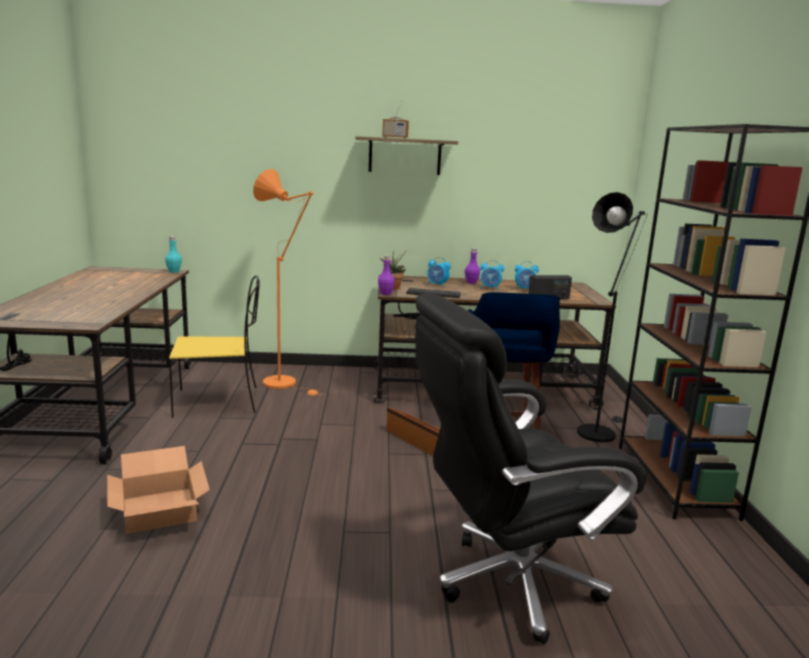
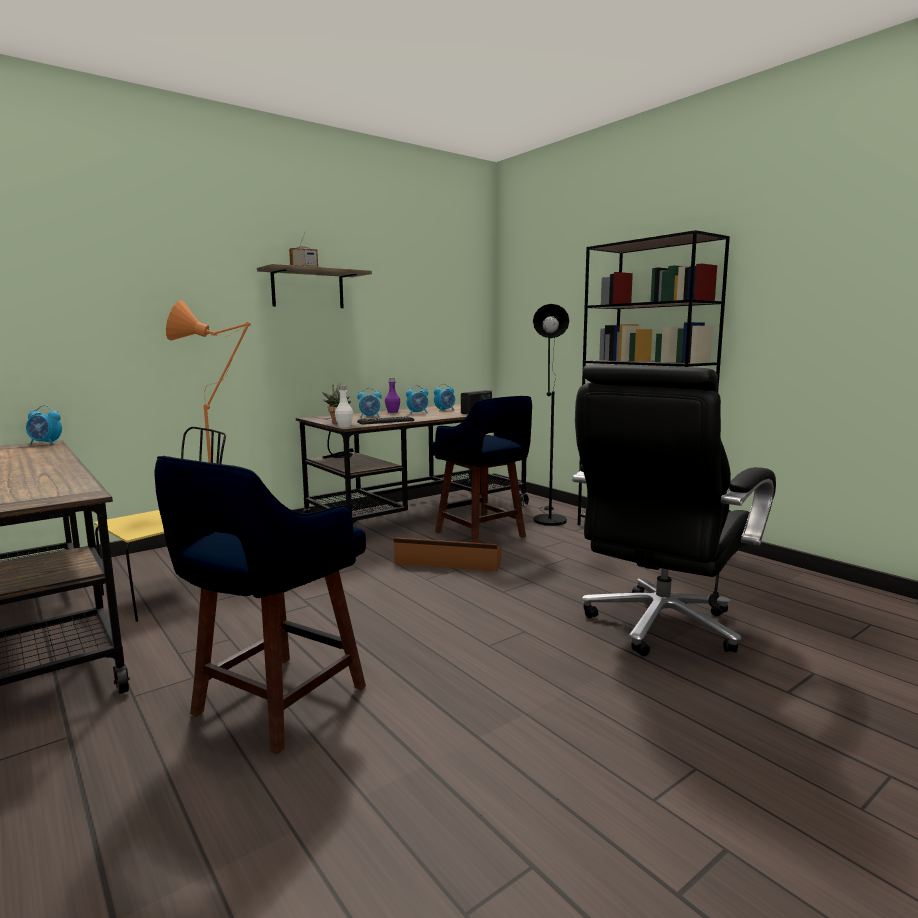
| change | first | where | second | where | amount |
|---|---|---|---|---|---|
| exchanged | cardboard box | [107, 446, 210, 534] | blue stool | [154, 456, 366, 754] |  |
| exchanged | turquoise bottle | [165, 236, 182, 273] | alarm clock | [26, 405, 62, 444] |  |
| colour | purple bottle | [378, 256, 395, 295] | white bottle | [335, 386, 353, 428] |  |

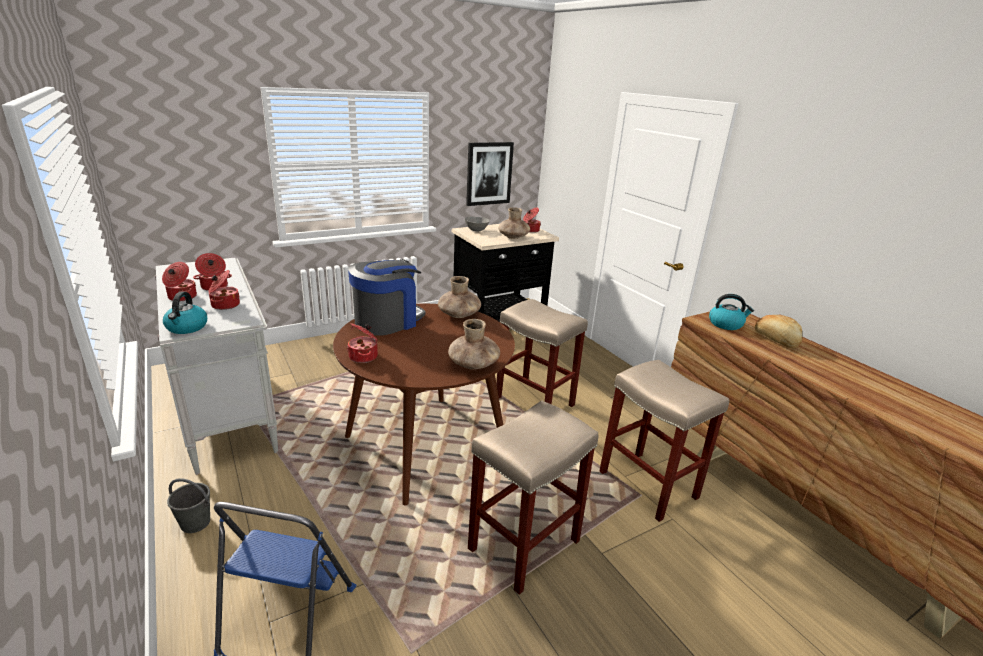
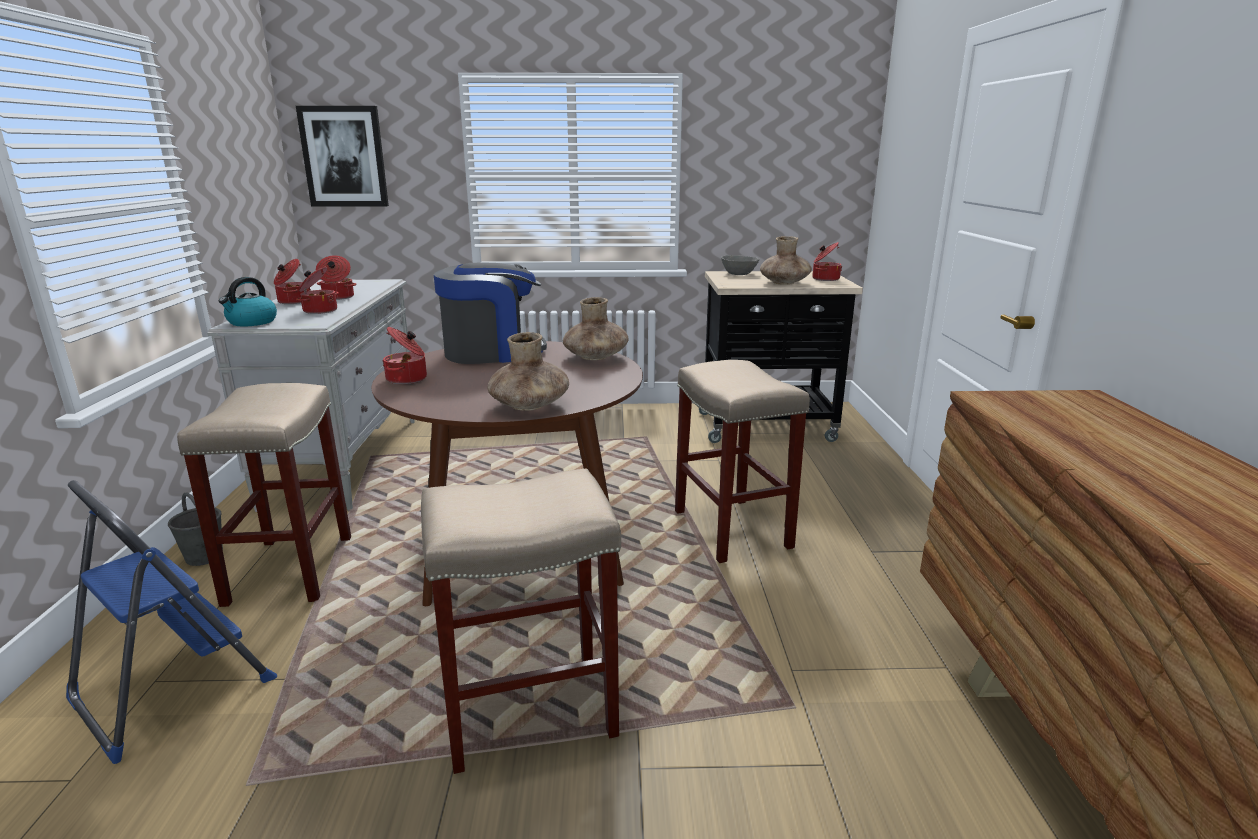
| change | first | where | second | where | amount |
|---|---|---|---|---|---|
| relocated | picture | [466, 142, 514, 206] |  | [296, 106, 389, 207] |  |
| relocated | beige stool | [600, 360, 729, 522] |  | [177, 383, 351, 607] |  |
| missing | kettle | [709, 294, 754, 330] |  |  |  |
| missing | bread | [755, 315, 802, 348] |  |  |  |

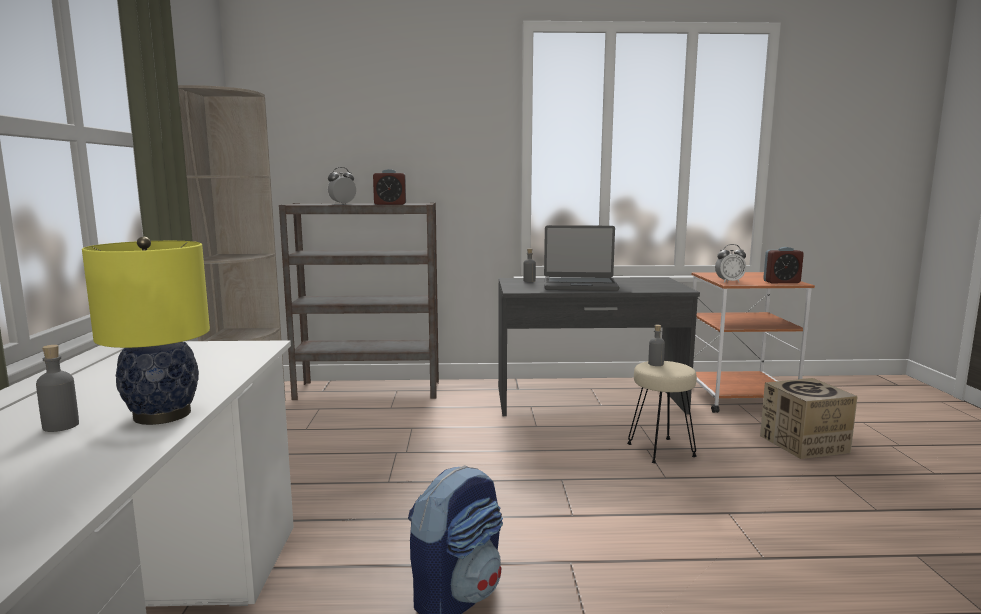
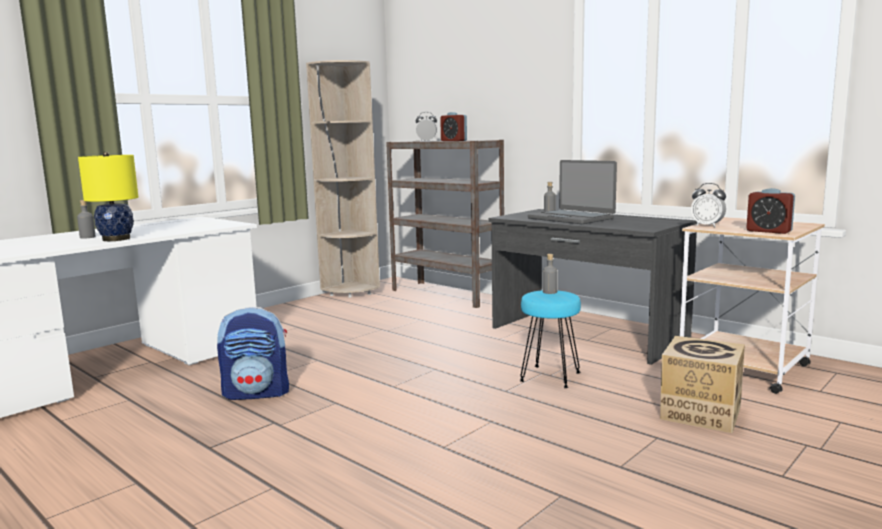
| change | first | where | second | where | amount |
|---|---|---|---|---|---|
| colour | beige stool | [627, 361, 697, 463] | turquoise stool | [520, 290, 581, 388] |  |
| colour | orange cart | [692, 272, 815, 413] | beige cart | [680, 217, 825, 394] |  |

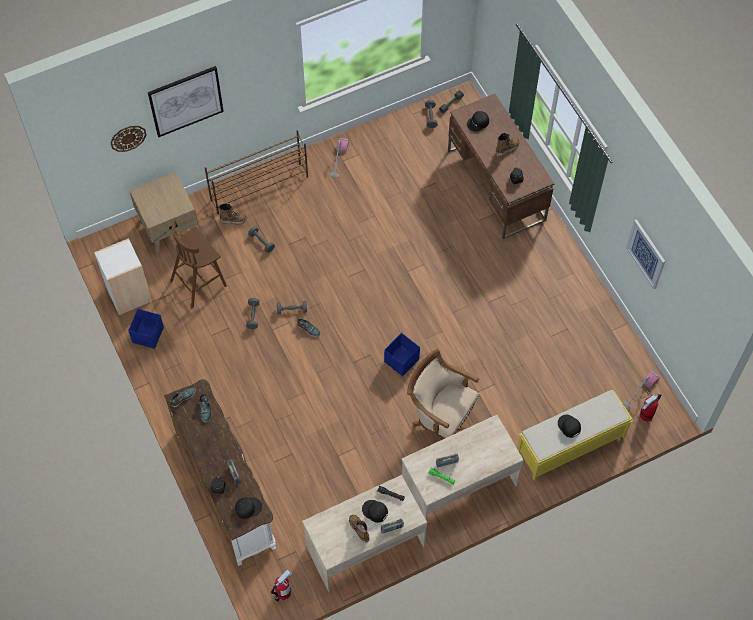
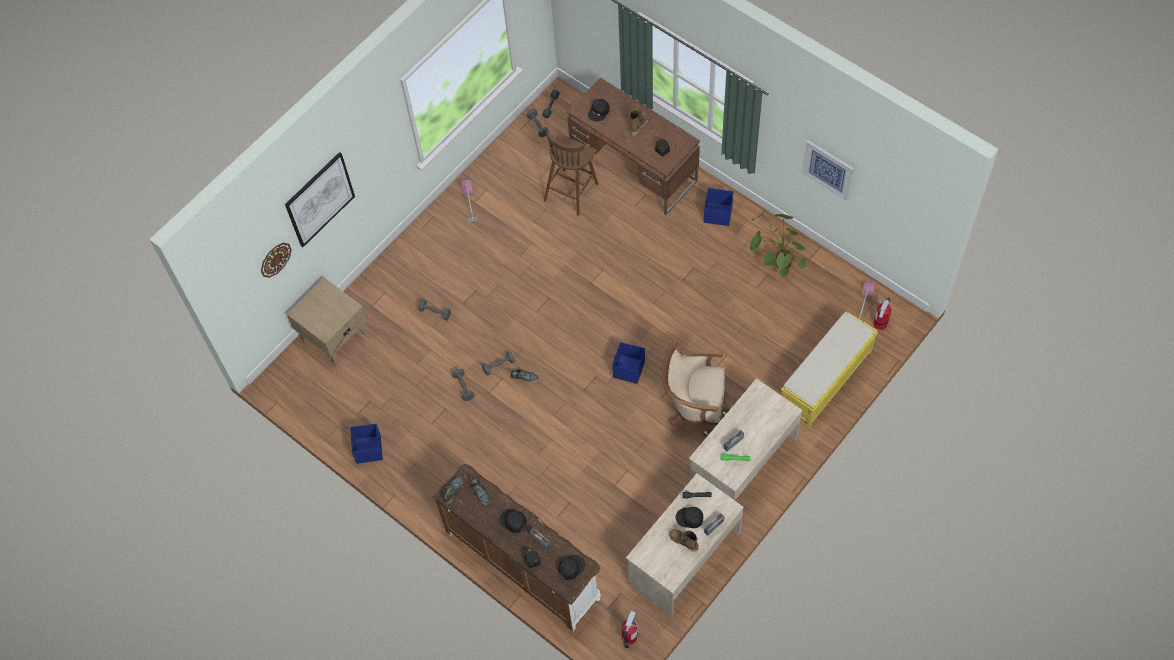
| change | first | where | second | where | amount |
|---|---|---|---|---|---|
| missing | bookcase | [94, 238, 152, 315] |  |  |  |
| relocated | brown stool | [170, 220, 227, 308] |  | [544, 129, 599, 216] |  |
| missing | brown shoe rack | [205, 130, 308, 214] |  |  |  |
| missing | boot | [218, 203, 247, 225] |  |  |  |
| relocated | black cap | [558, 415, 581, 438] |  | [500, 509, 527, 533] |  |
| appeared |  |  | blue storage box | [704, 188, 734, 226] |  |
| appeared |  |  | potted plant | [750, 210, 807, 277] |  |

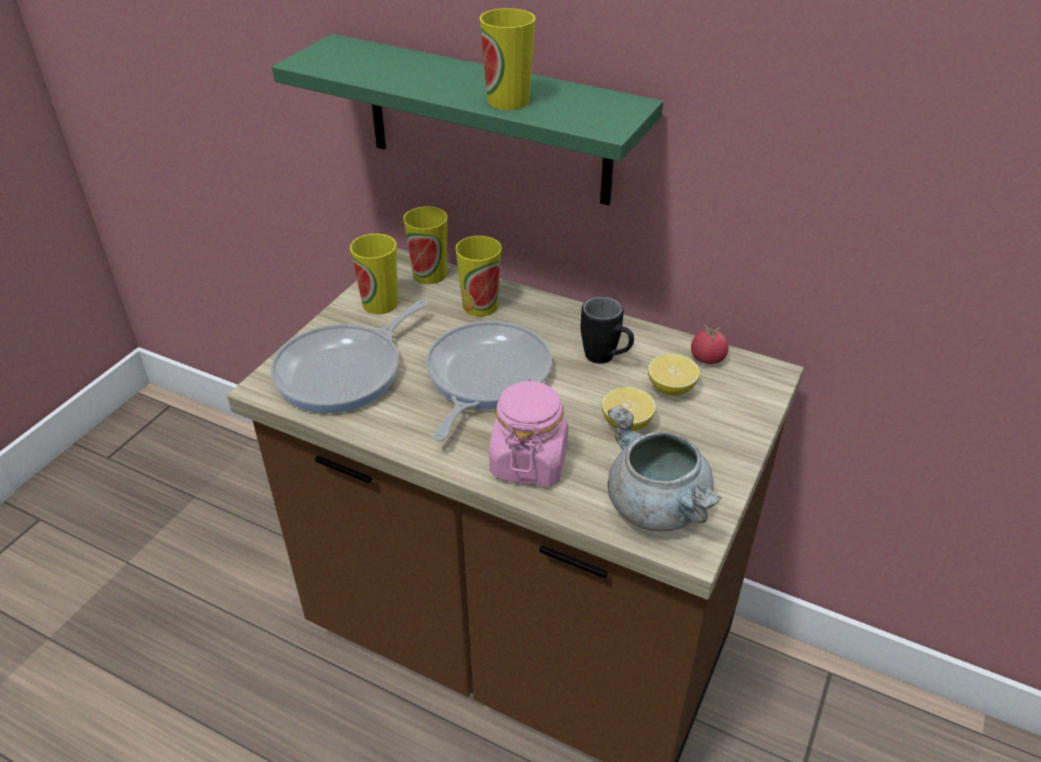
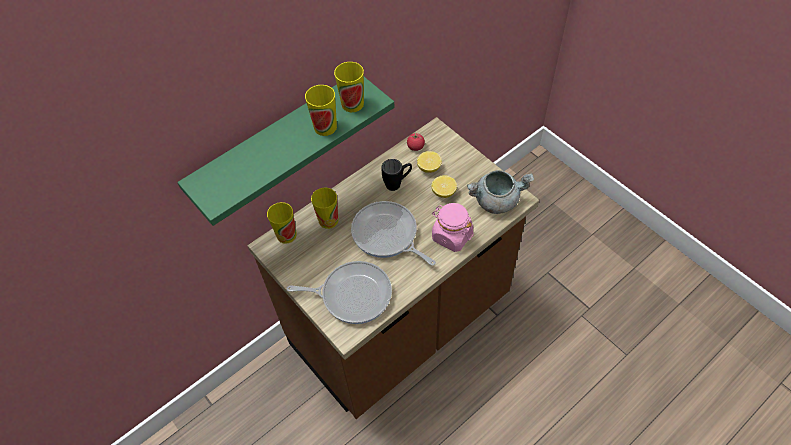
| change | first | where | second | where | amount |
|---|---|---|---|---|---|
| spun | frying pan | [271, 300, 427, 413] |  | [286, 261, 392, 324] | 60 degrees counterclockwise |
| relocated | cup | [350, 234, 398, 314] |  | [334, 62, 364, 112] |  |

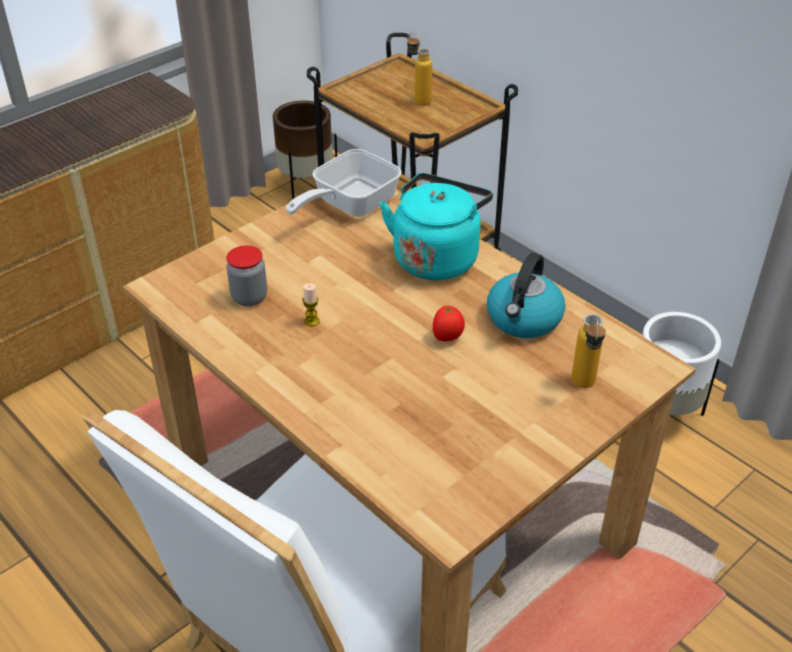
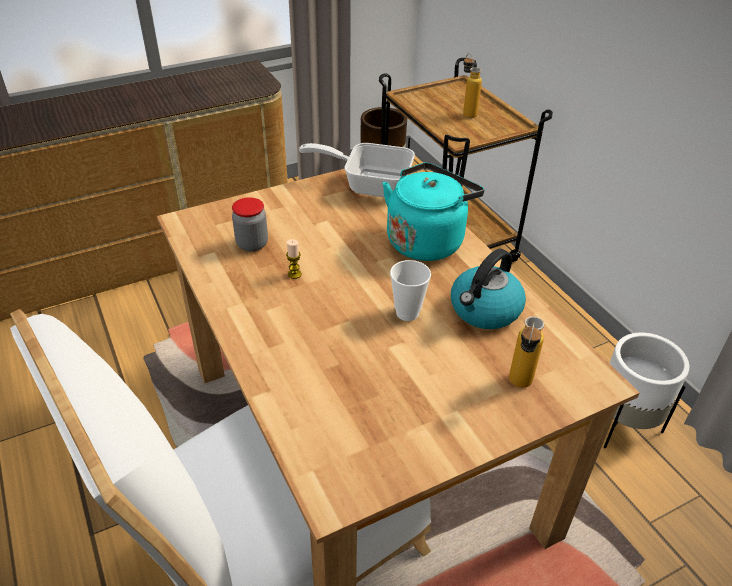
| change | first | where | second | where | amount |
|---|---|---|---|---|---|
| spun | frying pan | [286, 149, 402, 217] |  | [299, 143, 415, 197] | 45 degrees clockwise |
| exchanged | tomato | [433, 306, 465, 341] | cup | [390, 260, 431, 321] |  |

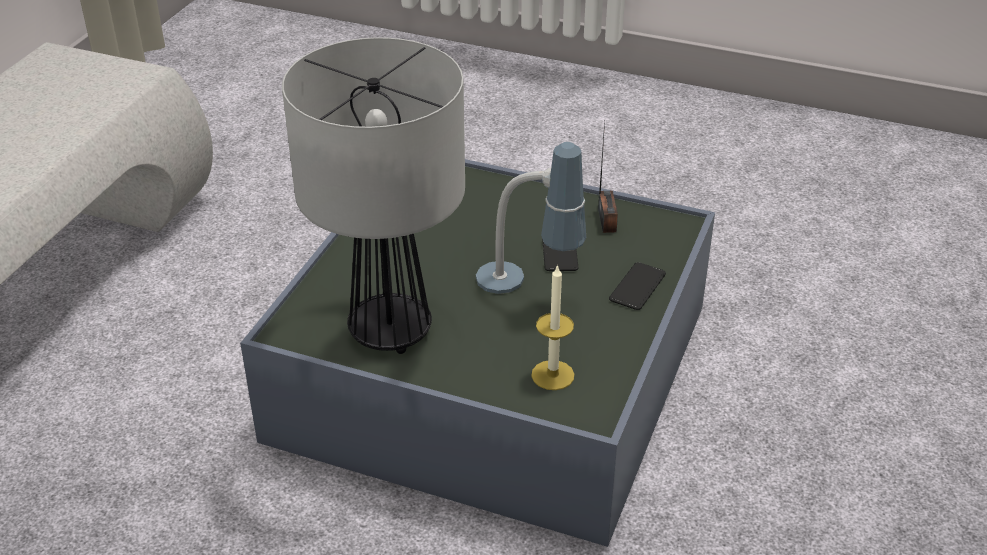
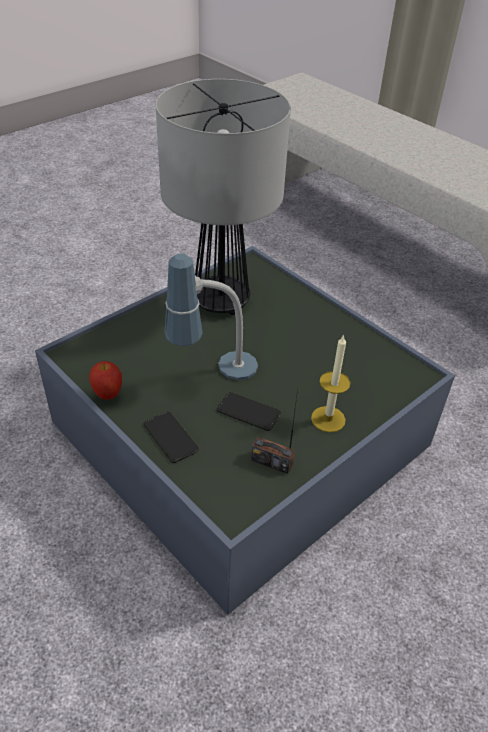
| change | first | where | second | where | amount |
|---|---|---|---|---|---|
| relocated | candle | [531, 264, 574, 390] |  | [311, 334, 350, 432] |  |
| appeared |  |  | apple | [89, 361, 122, 400] |  |

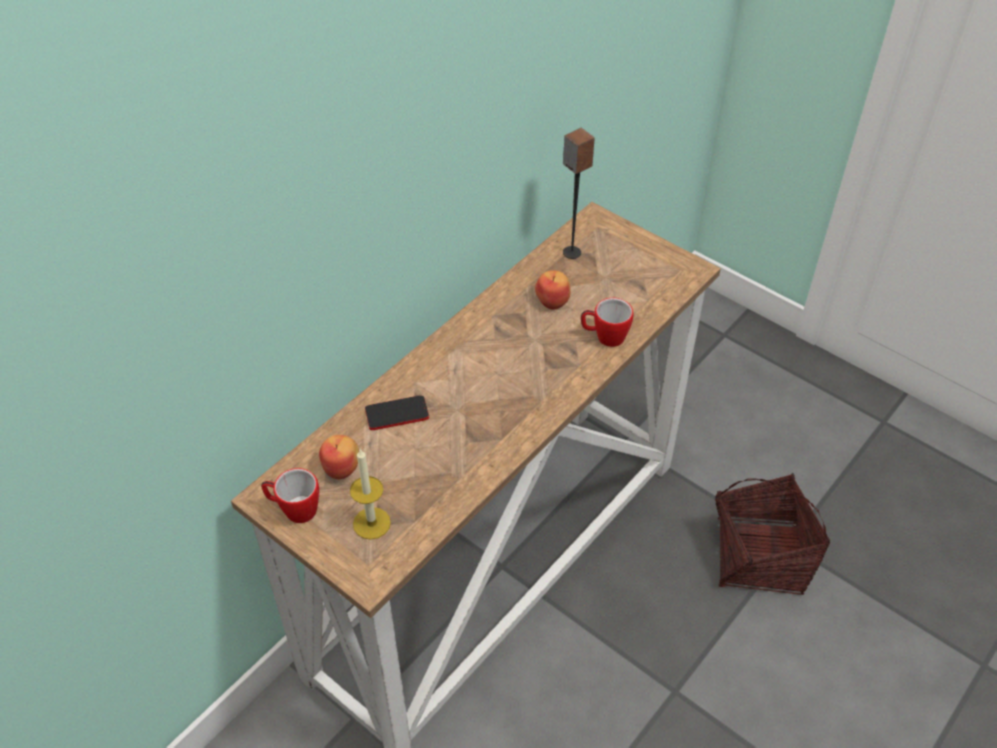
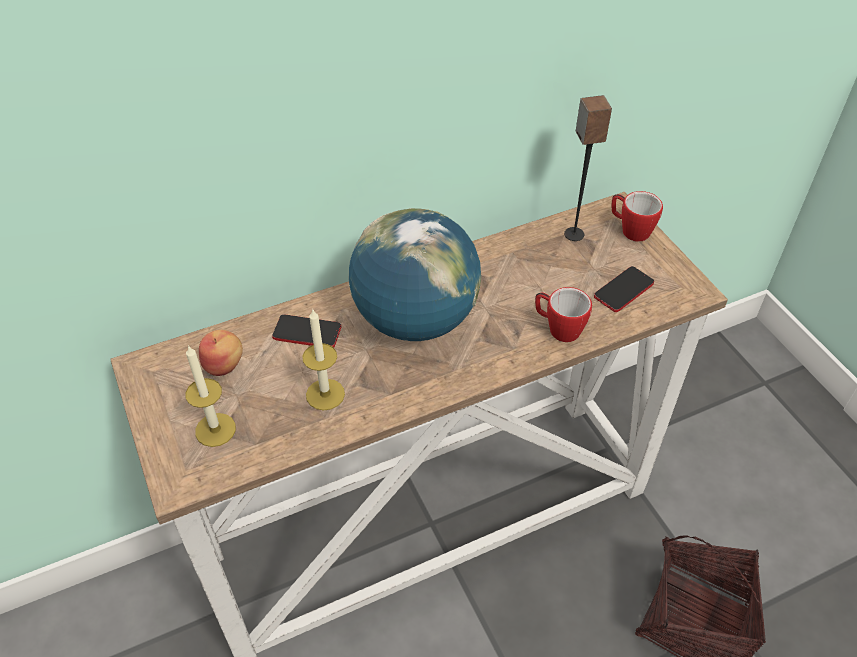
| change | first | where | second | where | amount |
|---|---|---|---|---|---|
| relocated | mug | [261, 468, 319, 523] |  | [612, 191, 663, 242] |  |
| missing | apple | [535, 270, 571, 310] |  |  |  |
| appeared |  |  | candle | [302, 310, 345, 410] |  |
| appeared |  |  | globe | [349, 208, 481, 341] |  |
| appeared |  |  | phone | [594, 266, 654, 312] |  |

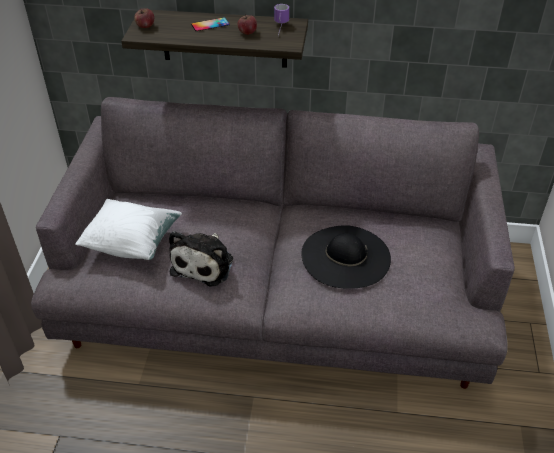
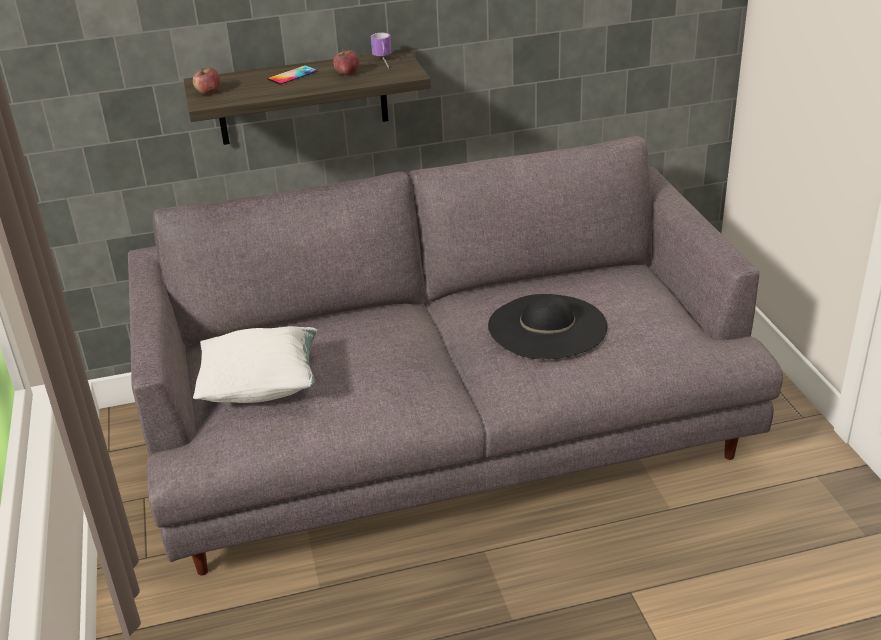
| change | first | where | second | where | amount |
|---|---|---|---|---|---|
| missing | plush toy | [169, 231, 233, 286] |  |  |  |

